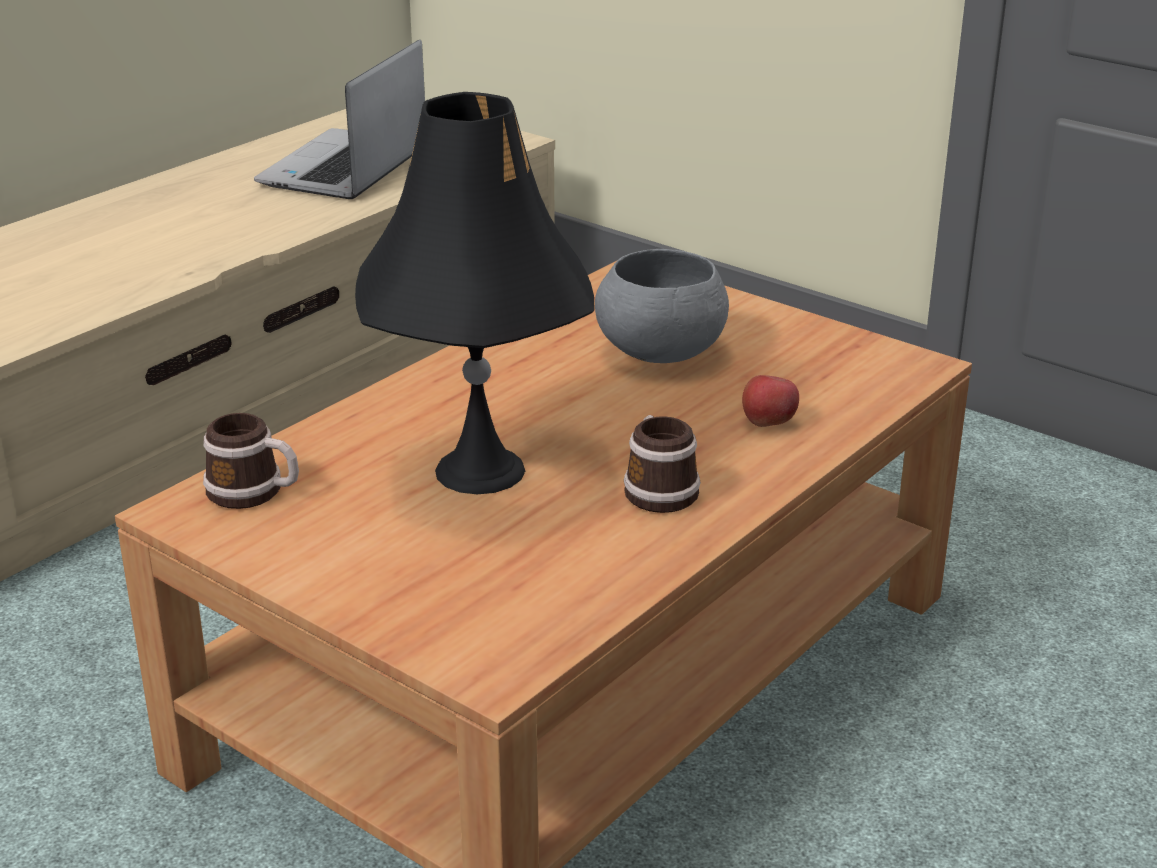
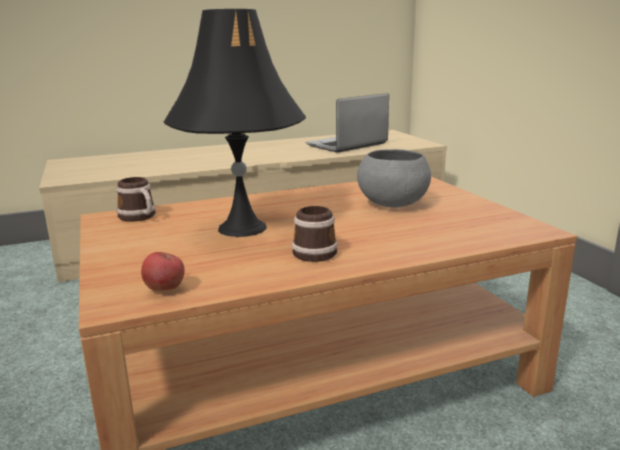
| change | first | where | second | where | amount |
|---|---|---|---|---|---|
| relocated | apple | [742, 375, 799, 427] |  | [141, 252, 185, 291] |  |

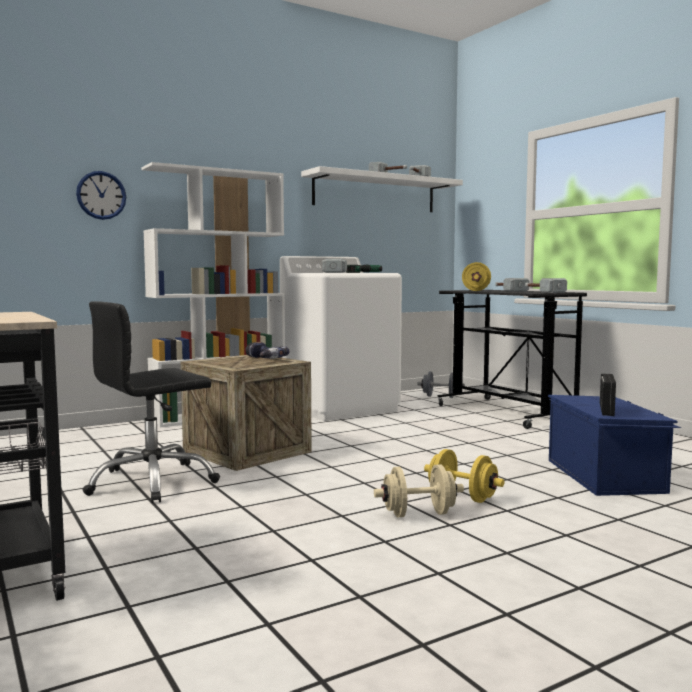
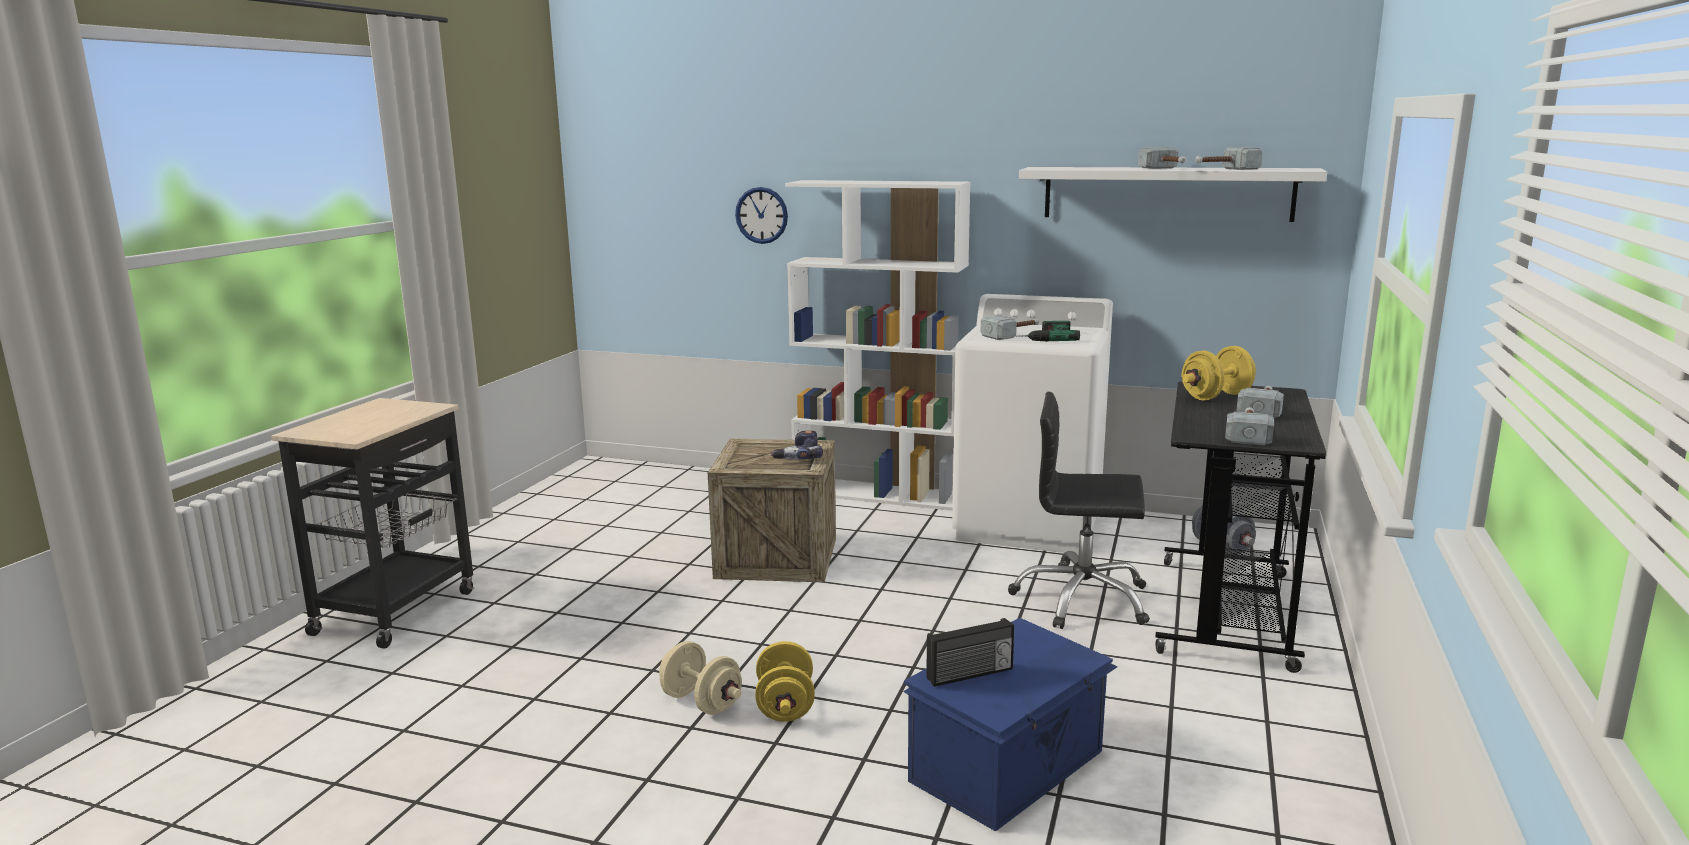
| change | first | where | second | where | amount |
|---|---|---|---|---|---|
| relocated | black office chair | [83, 301, 220, 503] |  | [1008, 392, 1150, 629] |  |

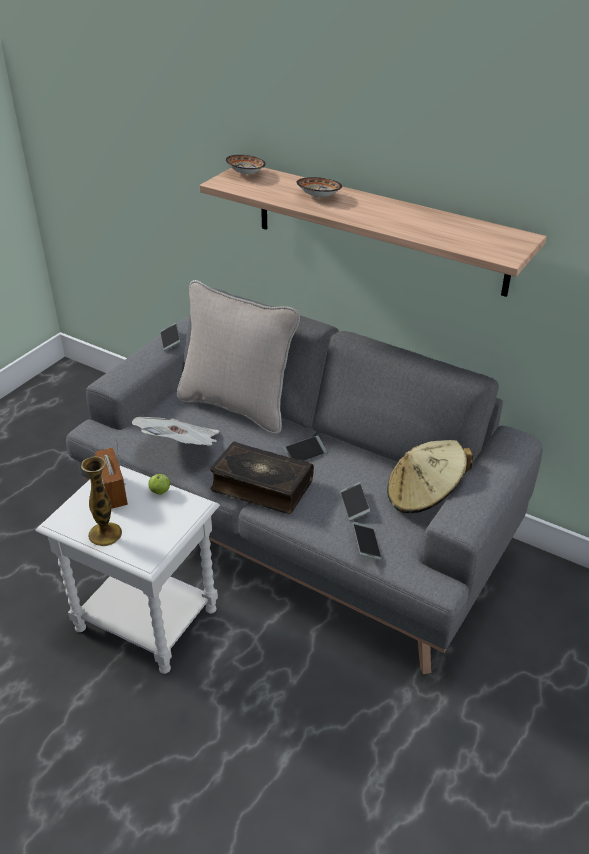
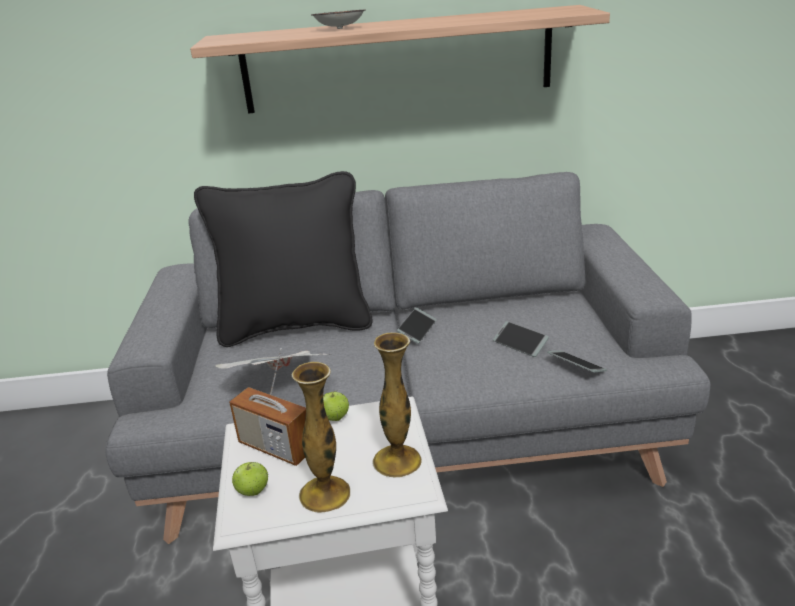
| change | first | where | second | where | amount |
|---|---|---|---|---|---|
| missing | phone | [160, 323, 181, 351] |  |  |  |
| colour | beige pillow | [177, 280, 300, 434] | black pillow | [194, 171, 373, 347] |  |
| missing | book | [210, 441, 314, 514] |  |  |  |
| missing | bowl | [226, 155, 265, 175] |  |  |  |
| missing | beige hat | [387, 440, 473, 513] |  |  |  |
| appeared |  |  | apple | [232, 462, 268, 496] |  |
| appeared |  |  | vase | [372, 332, 422, 478] |  |

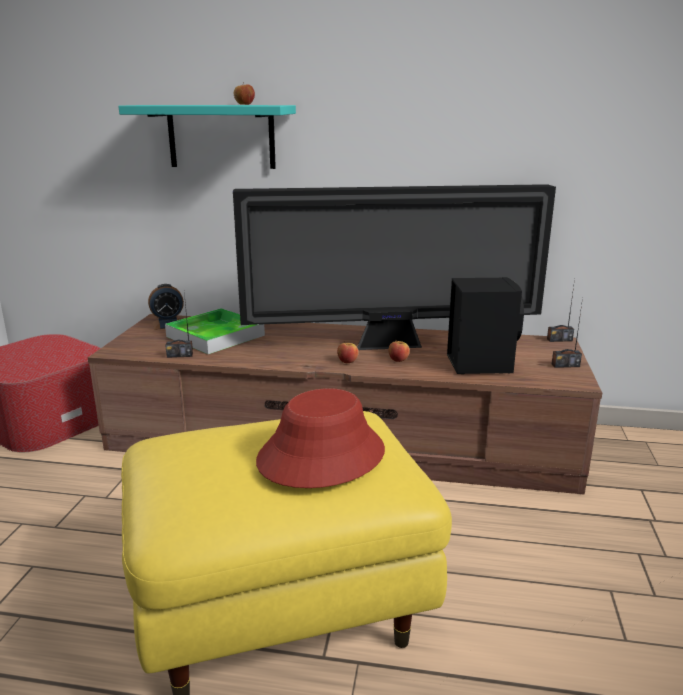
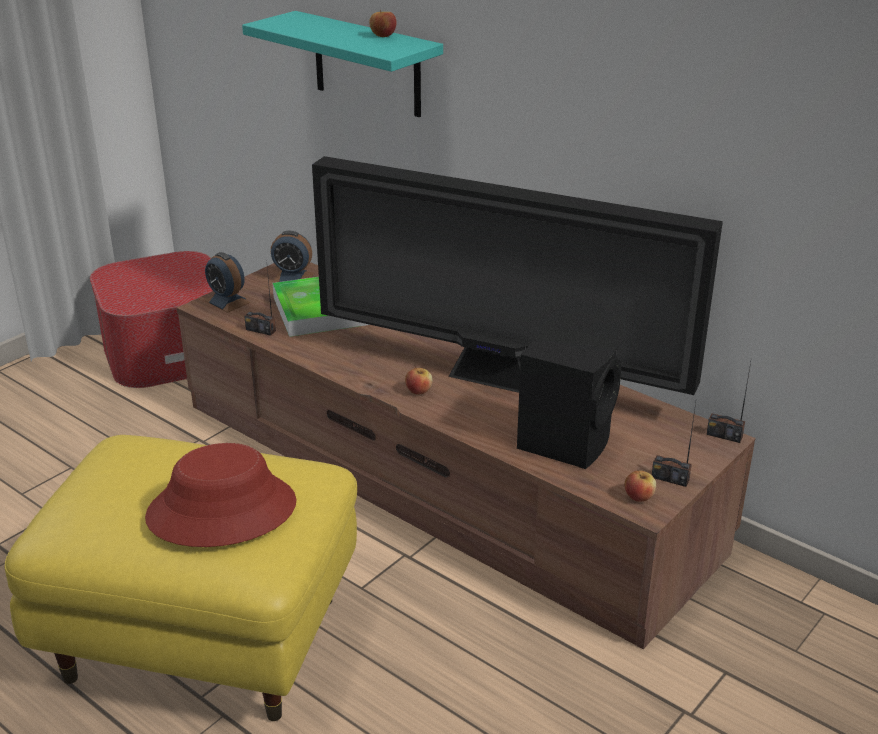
| change | first | where | second | where | amount |
|---|---|---|---|---|---|
| relocated | apple | [388, 339, 410, 362] |  | [624, 471, 656, 502] |  |
| appeared |  |  | alarm clock | [205, 252, 251, 313] |  |

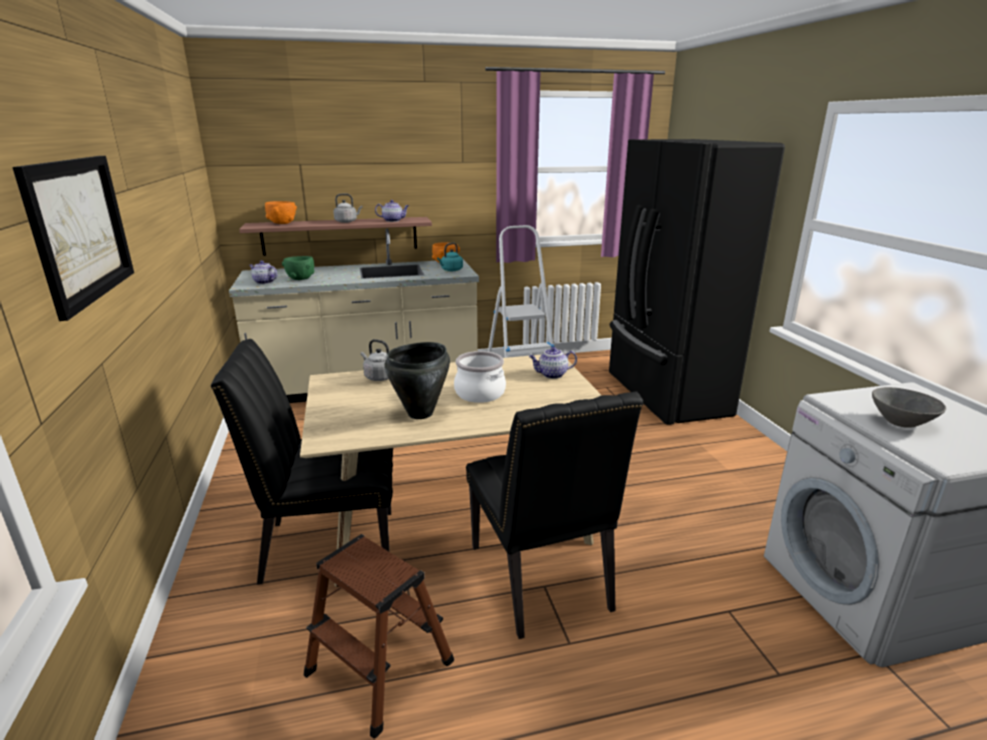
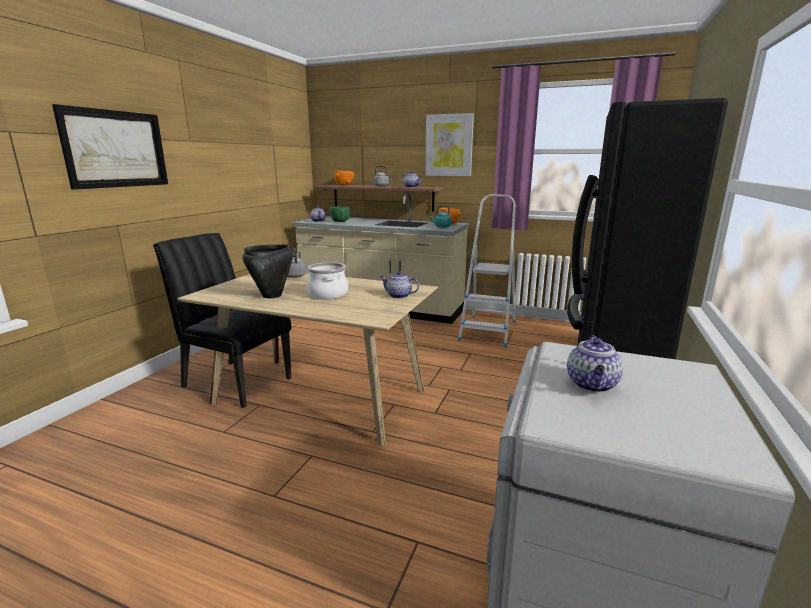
| change | first | where | second | where | amount |
|---|---|---|---|---|---|
| missing | brown step ladder | [304, 534, 454, 739] |  |  |  |
| missing | black chair | [466, 391, 643, 639] |  |  |  |
| exchanged | grey bowl | [872, 387, 946, 428] | teapot | [567, 335, 623, 392] |  |
| appeared |  |  | picture | [425, 113, 474, 176] |  |

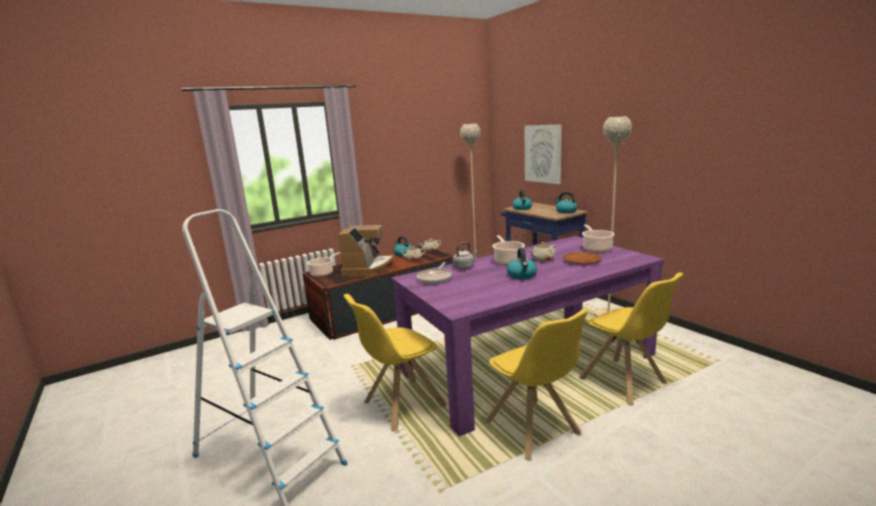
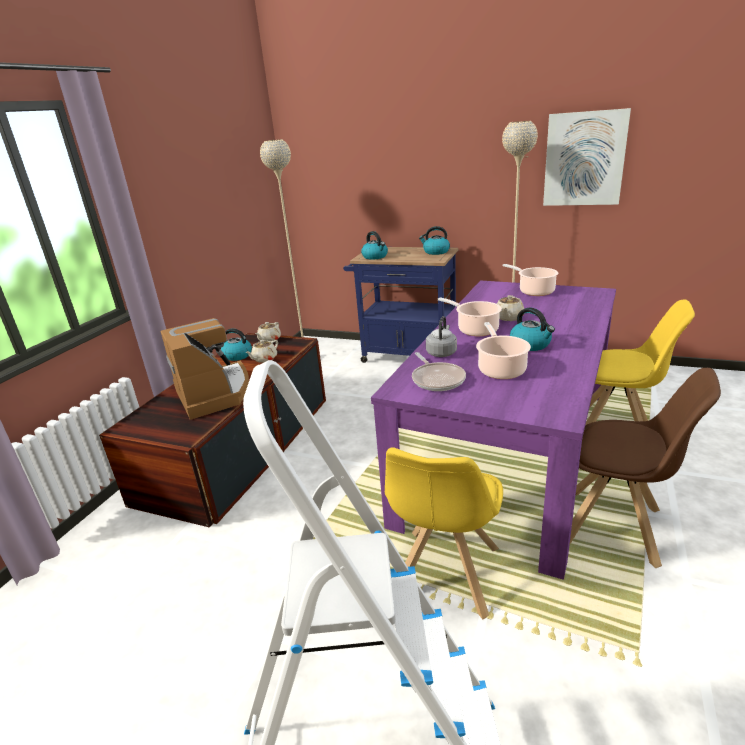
| change | first | where | second | where | amount |
|---|---|---|---|---|---|
| relocated | cooking pot | [307, 252, 340, 277] |  | [476, 322, 531, 379] |  |
| colour | yellow chair | [484, 309, 587, 461] | brown chair | [570, 368, 721, 568] |  |
| relocated | picture | [524, 124, 562, 184] |  | [543, 108, 631, 206] |  |
| missing | brown plate | [563, 252, 602, 265] |  |  |  |

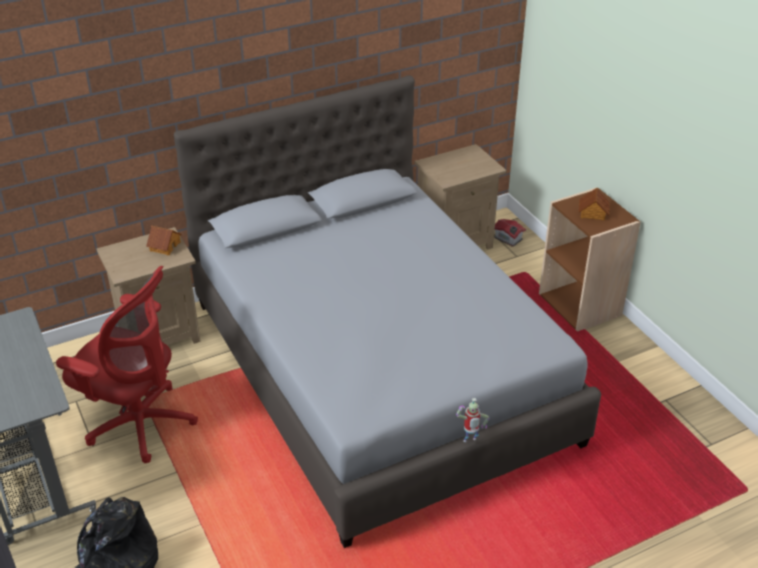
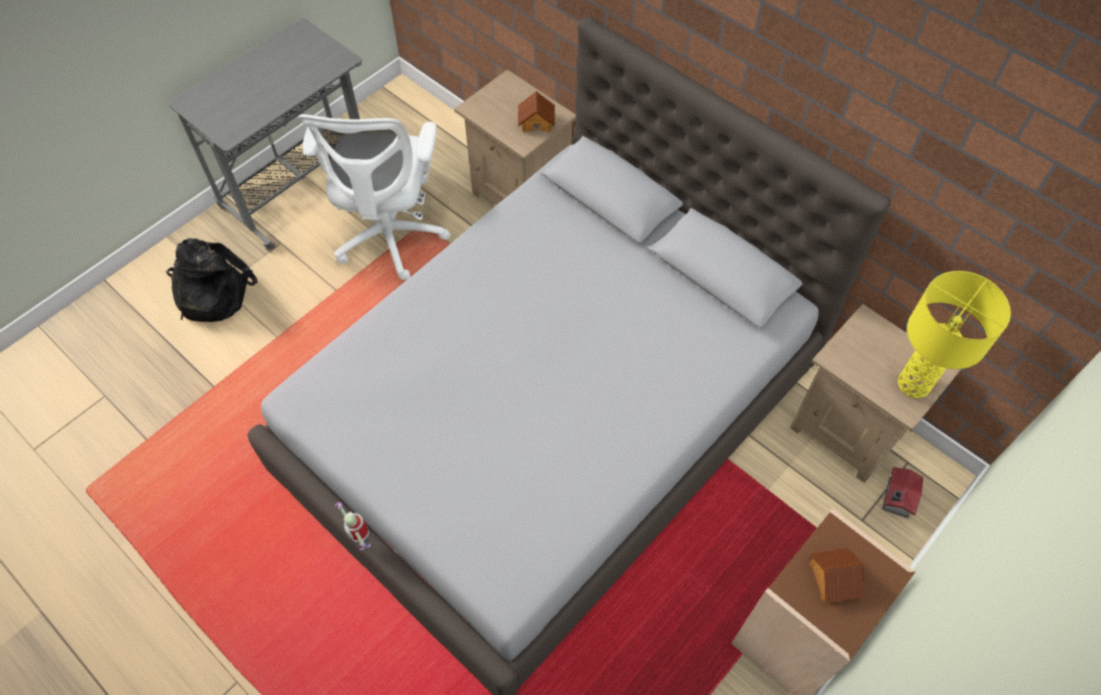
| change | first | where | second | where | amount |
|---|---|---|---|---|---|
| colour | red office chair | [56, 266, 198, 463] | white office chair | [298, 114, 451, 280] |  |
| appeared |  |  | yellow table lamp | [898, 271, 1011, 398] |  |

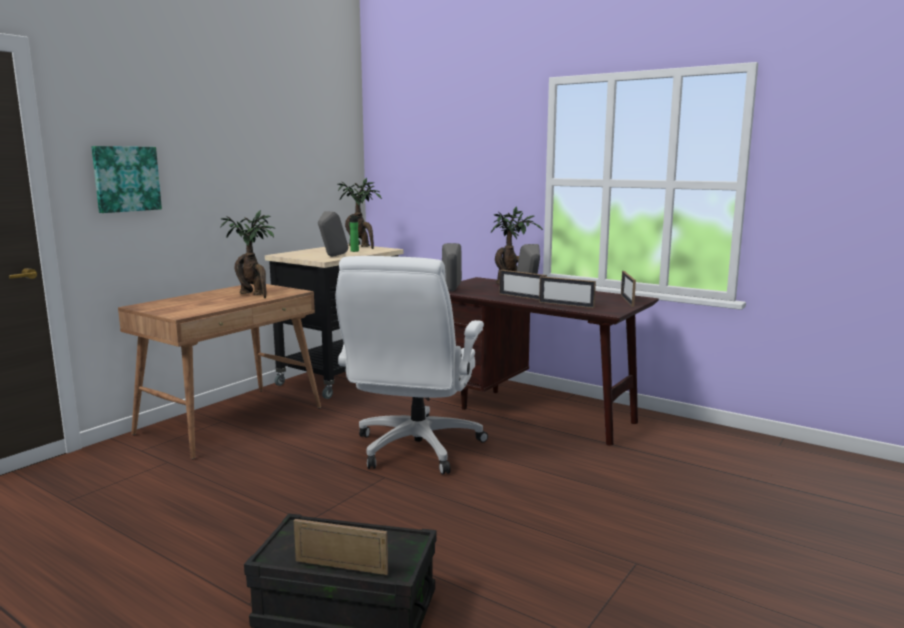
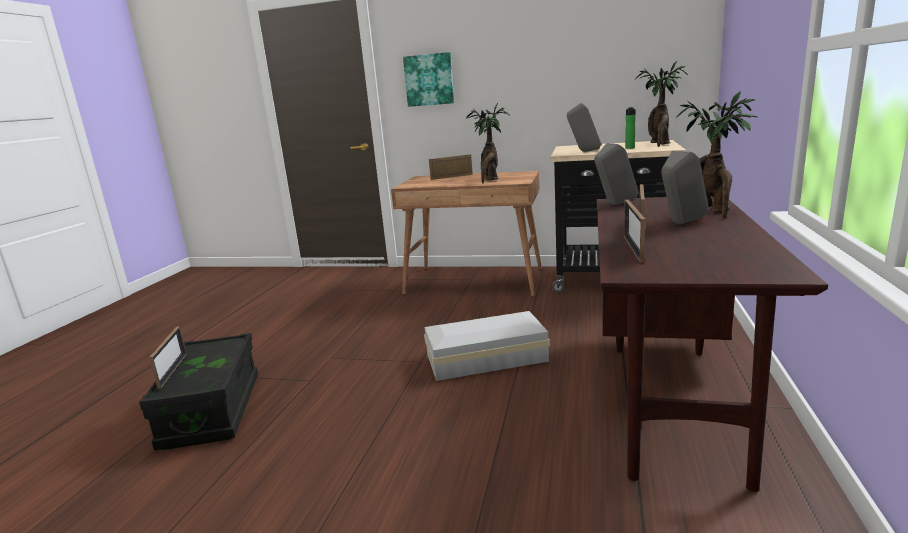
| change | first | where | second | where | amount |
|---|---|---|---|---|---|
| exchanged | white office chair | [335, 256, 488, 475] | white storage box | [424, 311, 550, 381] |  |
| relocated | picture frame | [621, 271, 636, 307] |  | [429, 154, 473, 180] |  |

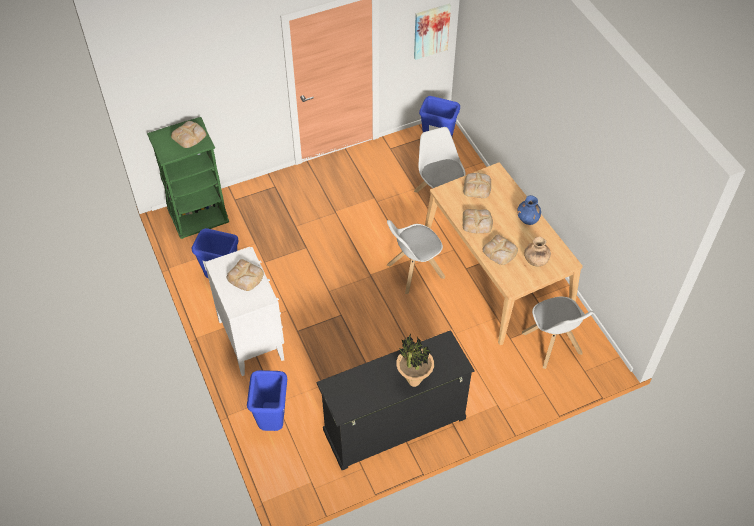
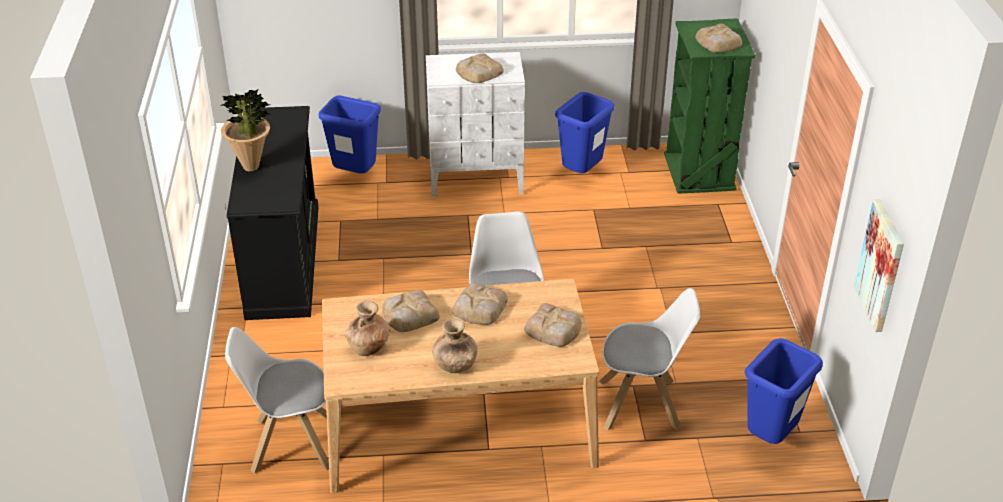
| change | first | where | second | where | amount |
|---|---|---|---|---|---|
| colour | blue vase | [517, 195, 541, 225] | brown vase | [432, 319, 478, 373] |  |

